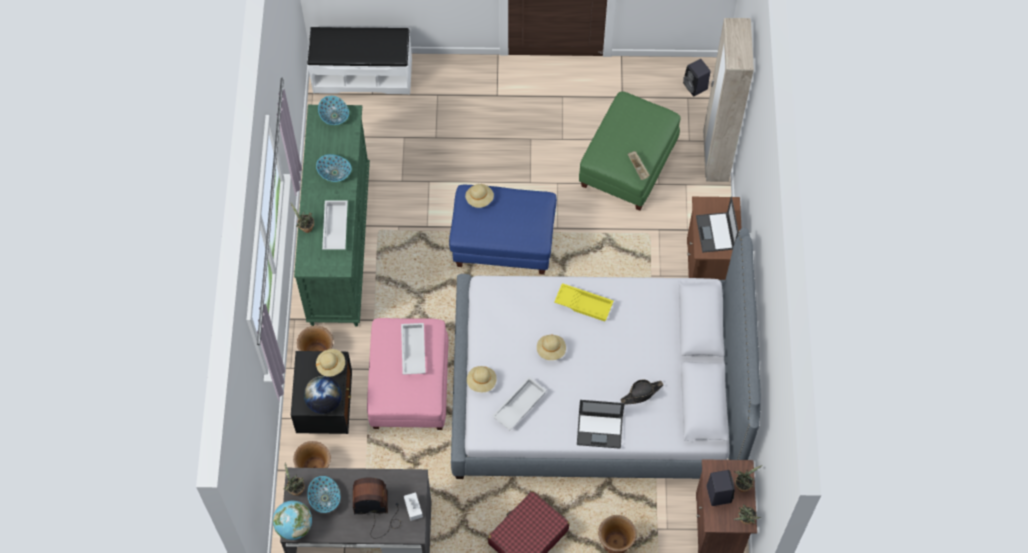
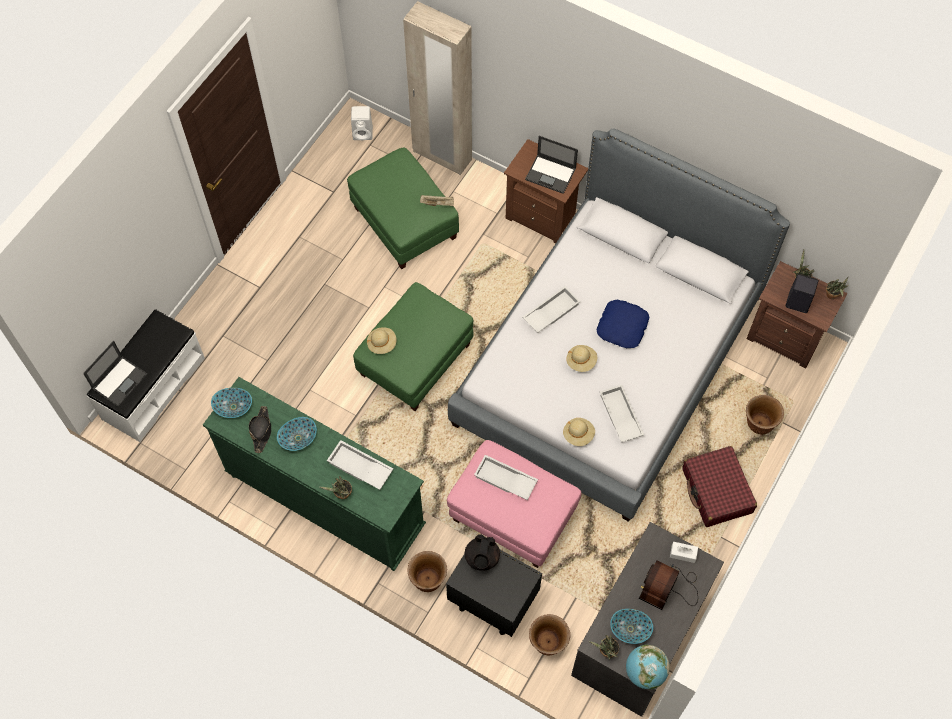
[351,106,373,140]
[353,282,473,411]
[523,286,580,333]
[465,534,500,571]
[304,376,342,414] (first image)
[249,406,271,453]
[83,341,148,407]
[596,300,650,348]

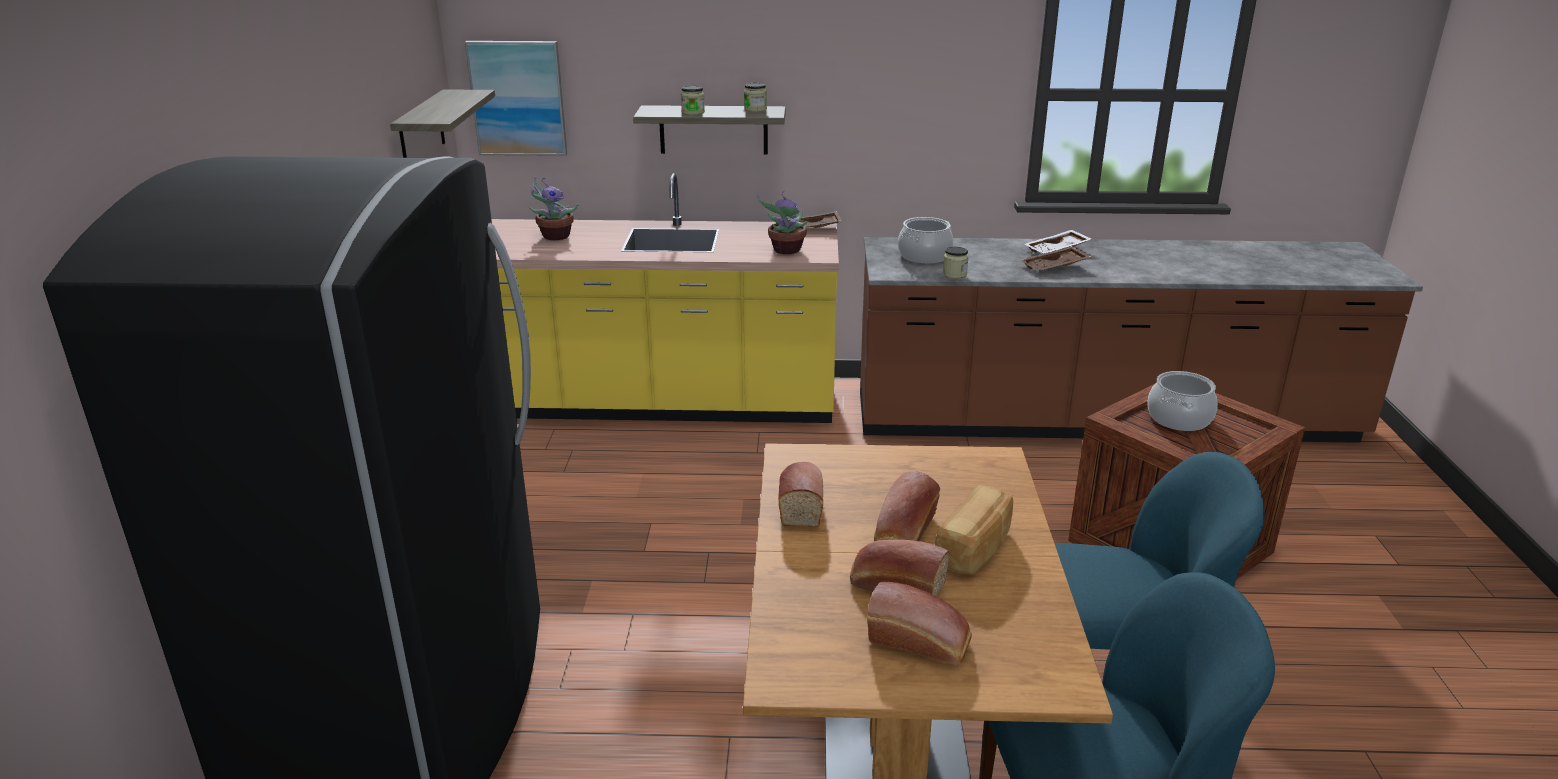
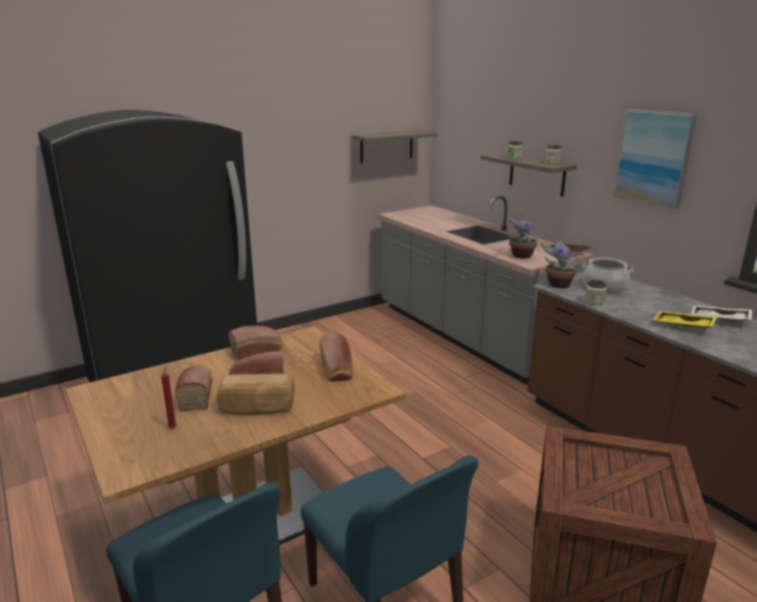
[614,109,697,209]
[377,196,593,386]
[541,236,580,288]
[653,311,718,328]
[1147,371,1218,431] (first image)
[319,333,353,382]
[161,365,177,429]

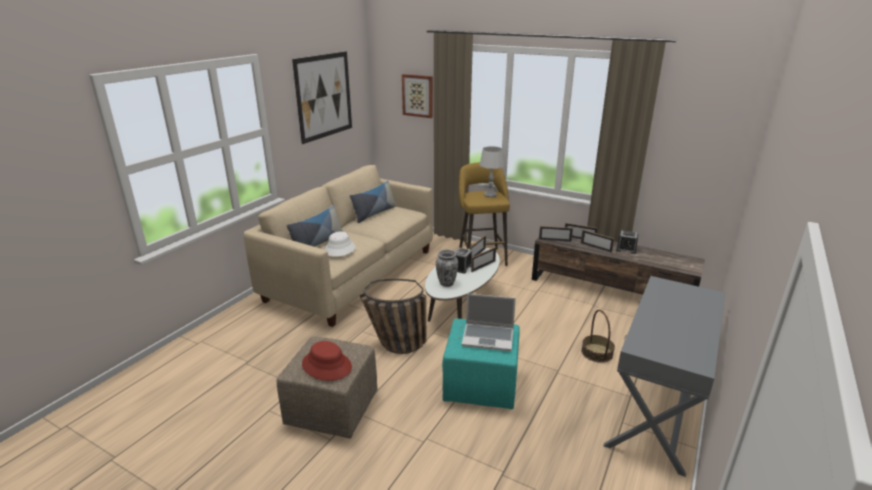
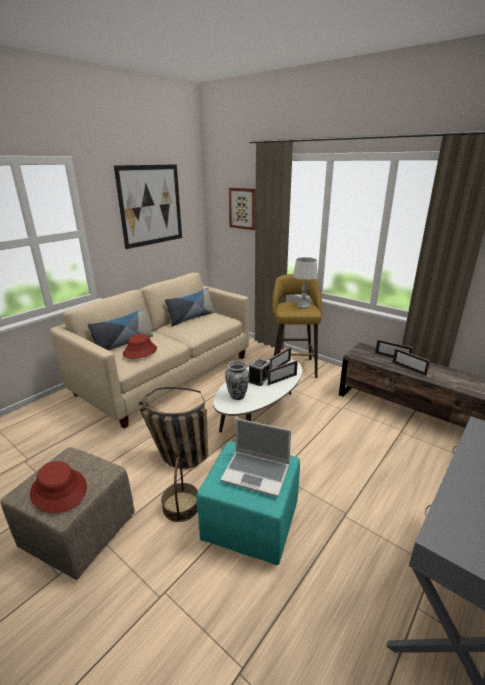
[539,226,573,242] (first image)
[123,334,157,359]
[616,231,638,254] (first image)
[161,457,198,522]

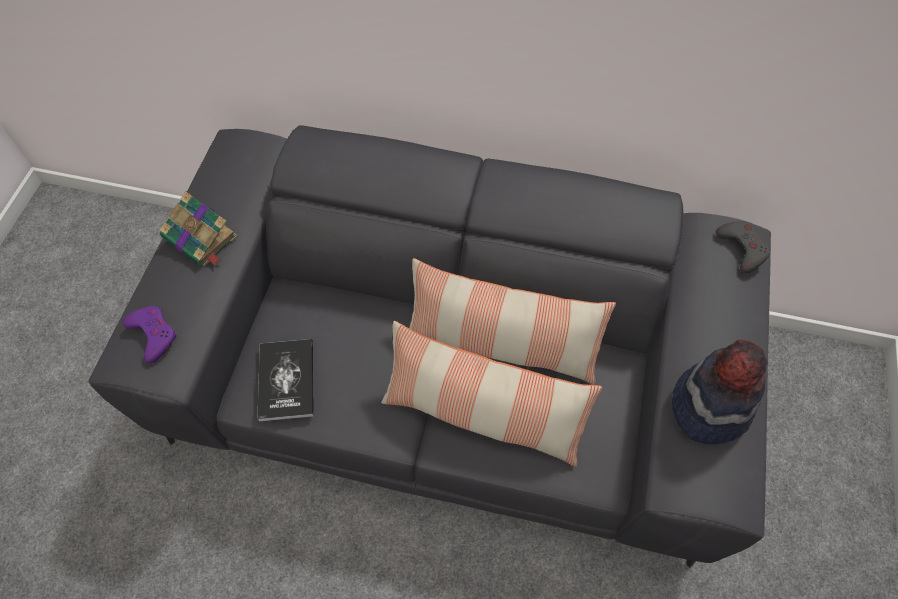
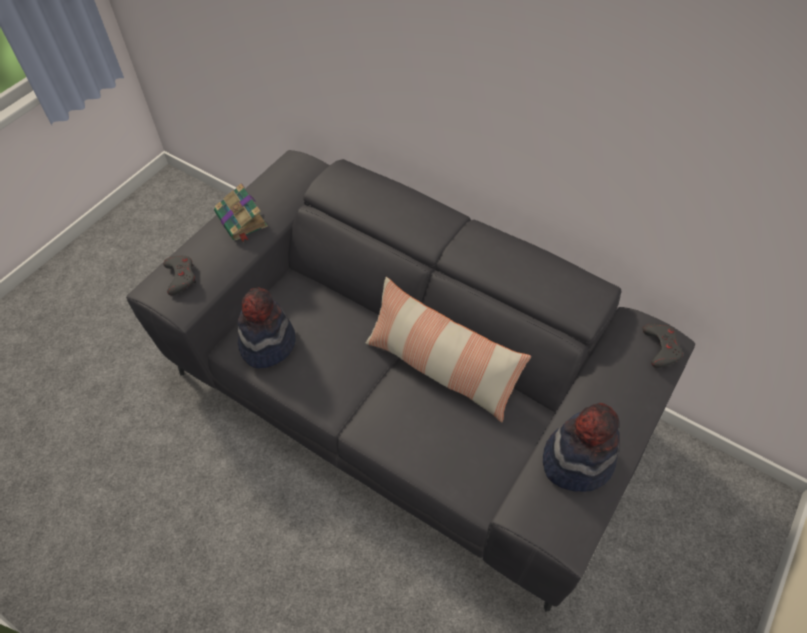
[163,256,196,296]
[381,321,602,467] (first image)
[238,288,296,368]

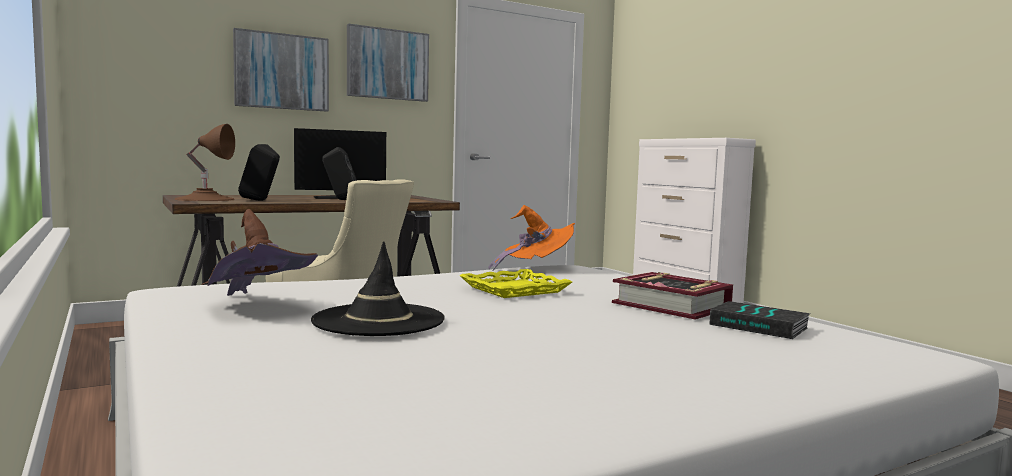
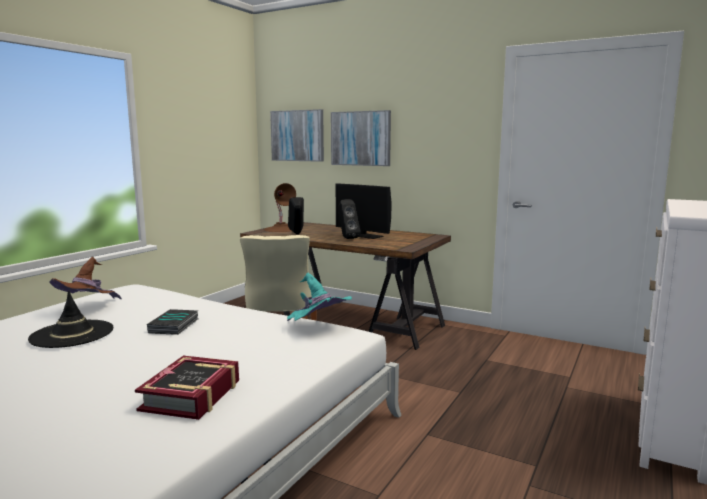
[270,109,324,162]
[287,273,352,321]
[459,269,572,298] (first image)
[147,309,198,335]

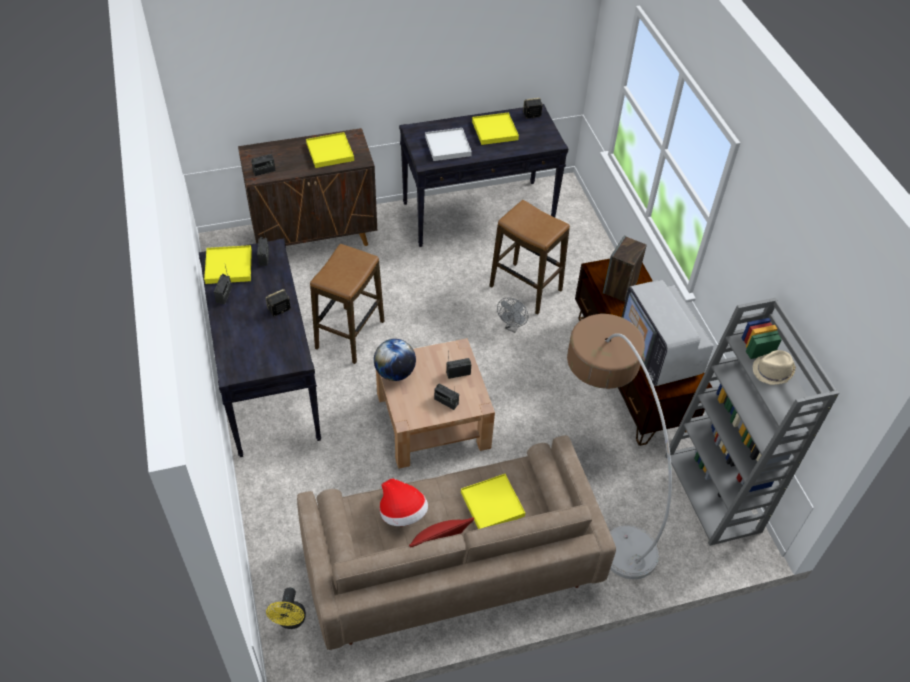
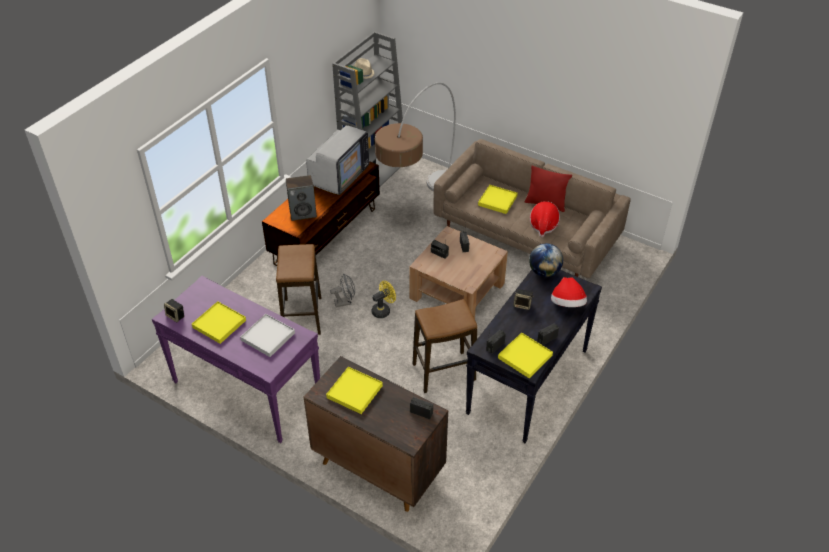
[152,276,320,443]
[529,243,563,277]
[371,281,396,318]
[551,277,587,307]

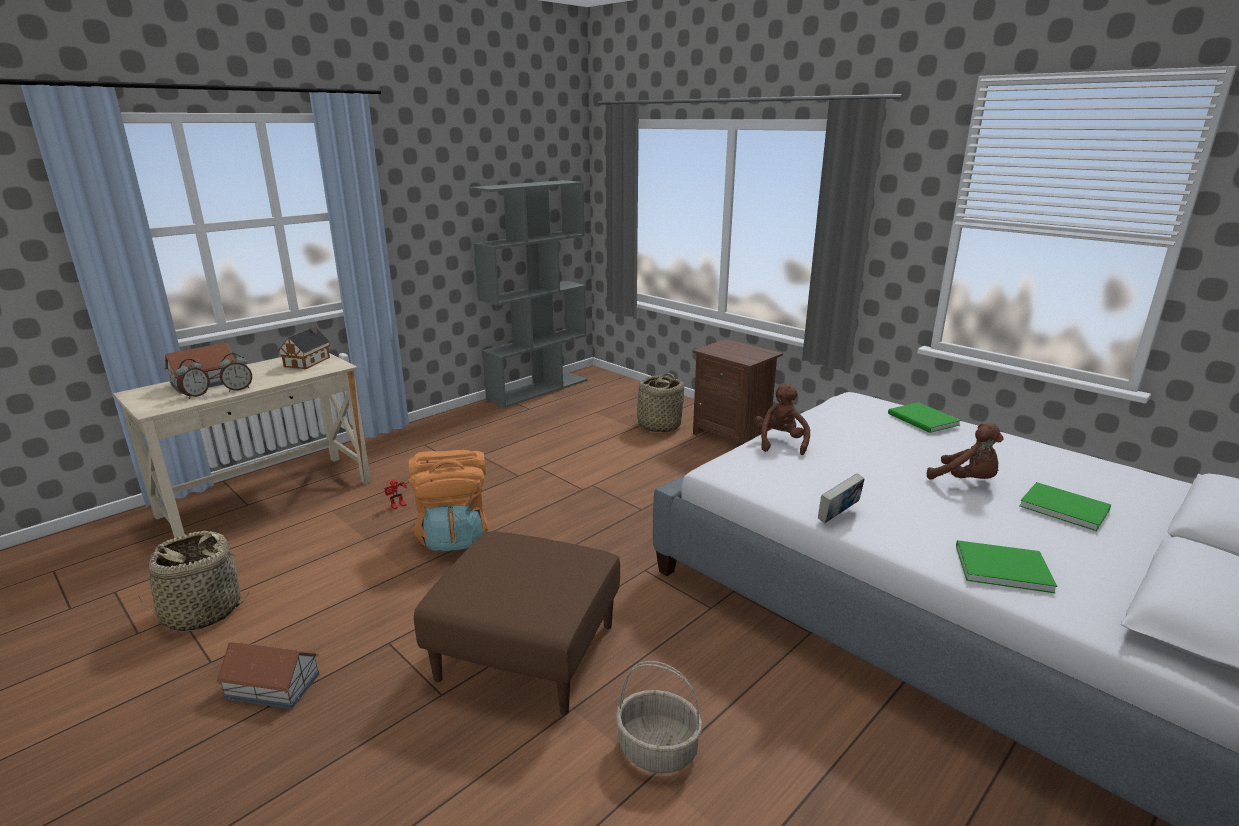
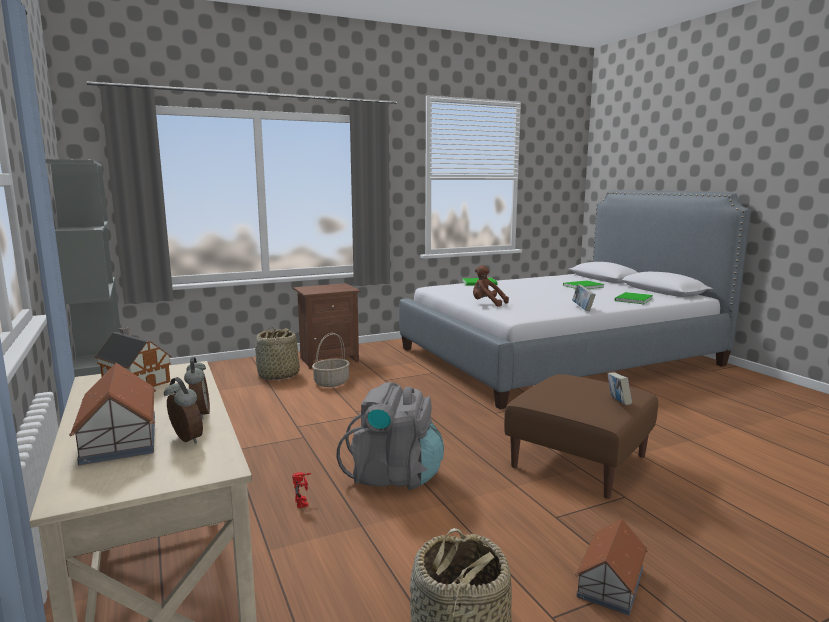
[927,423,1004,479] (first image)
[337,382,444,490]
[312,333,350,387]
[608,372,632,405]

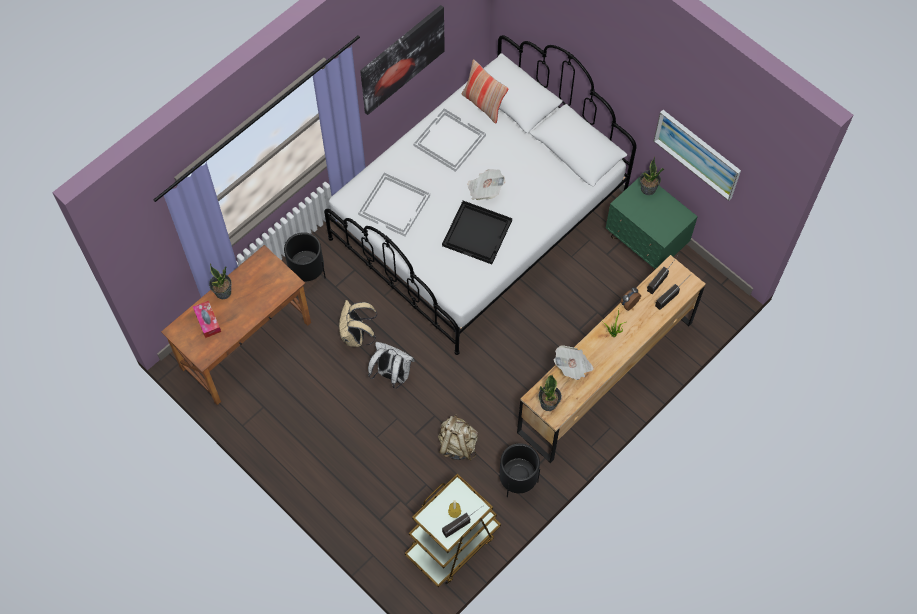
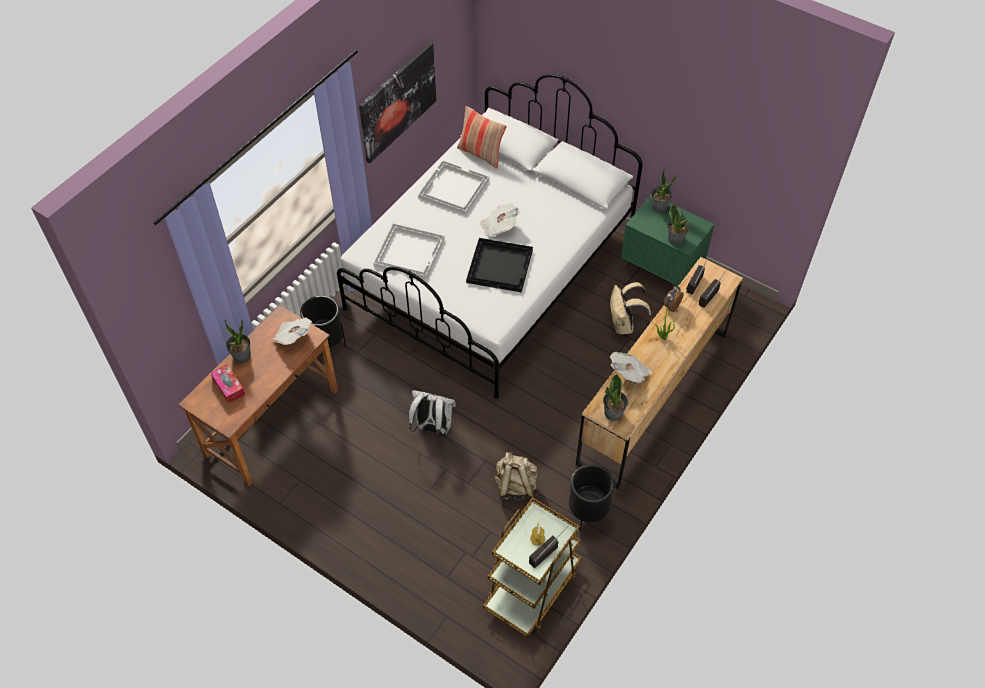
[654,110,741,201] (first image)
[610,282,652,334]
[668,203,690,245]
[273,318,312,345]

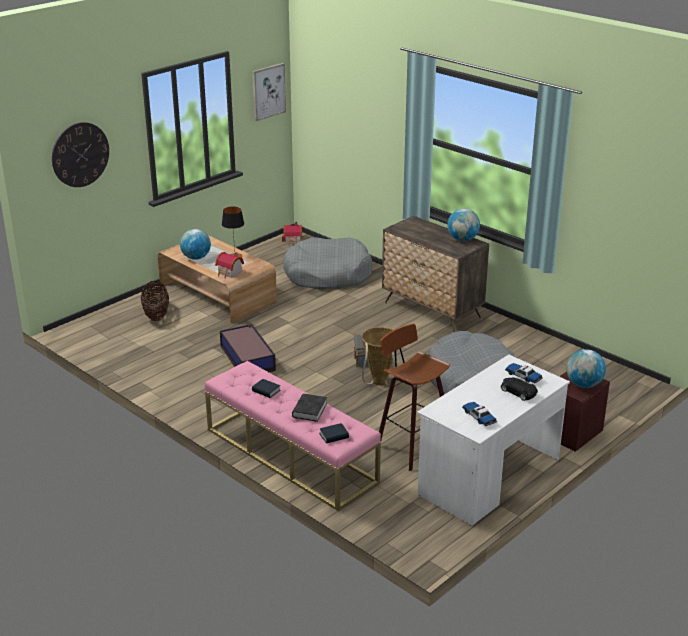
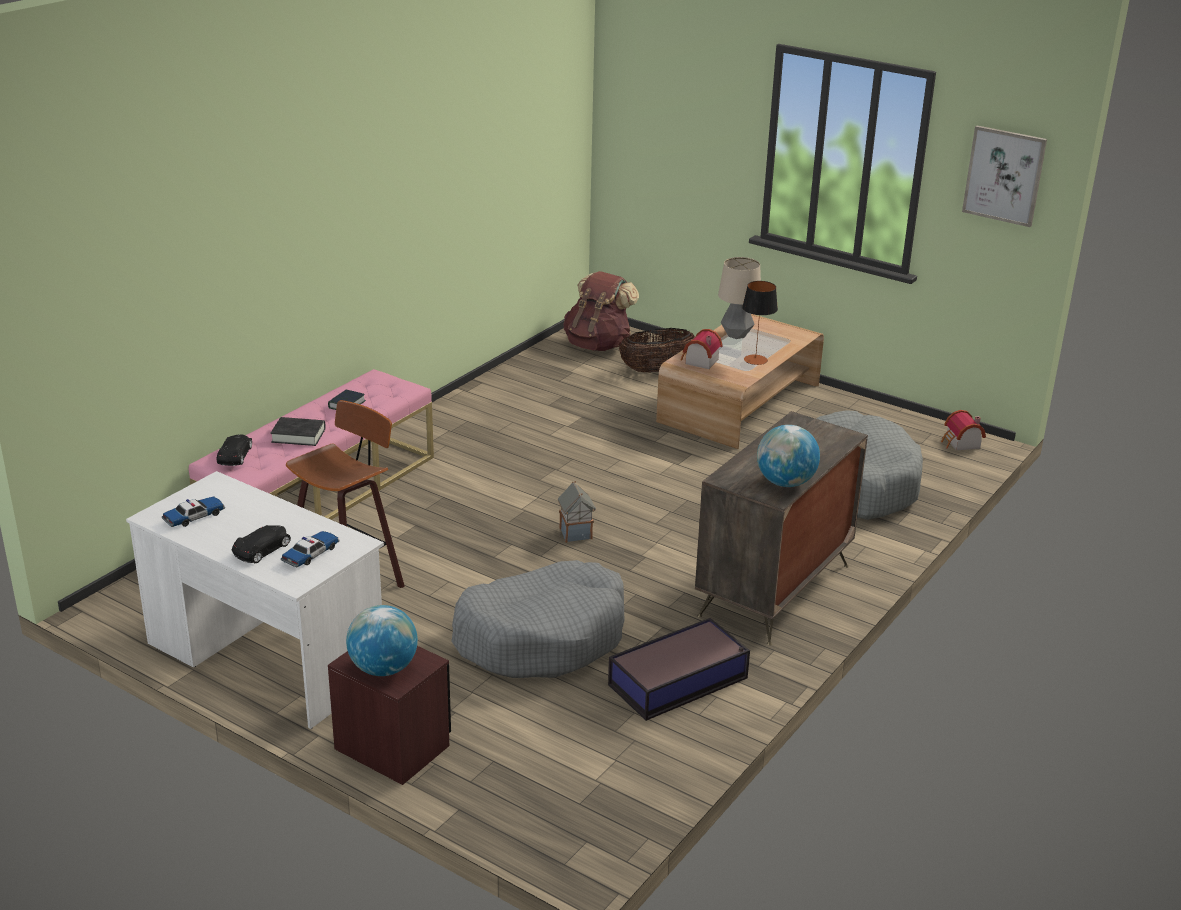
[52,122,109,187] (first image)
[718,257,761,339]
[608,618,750,721]
[362,327,397,385] (first image)
[217,434,252,466]
[563,271,639,351]

